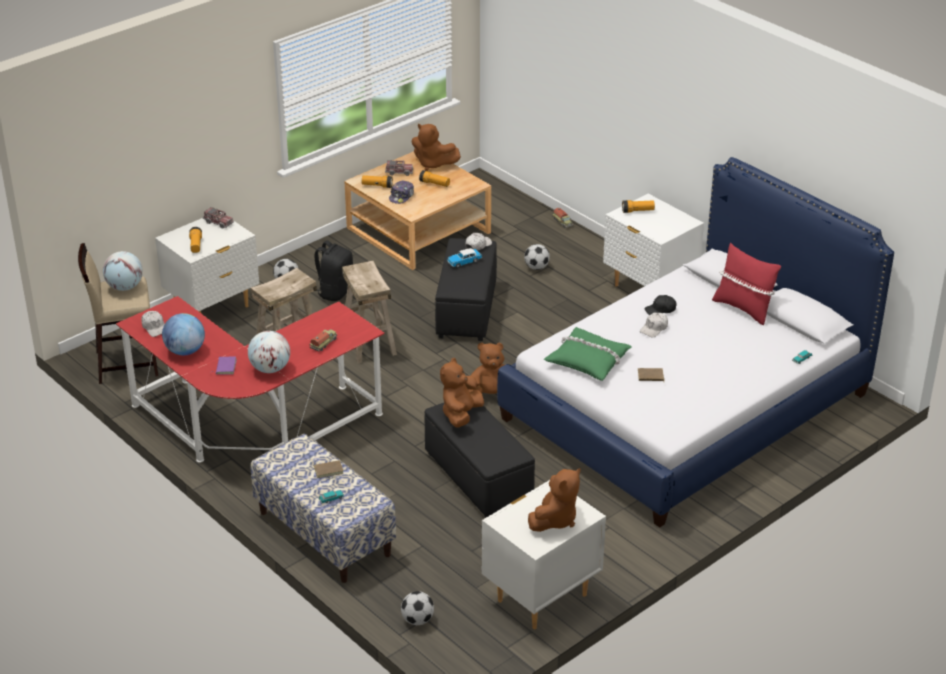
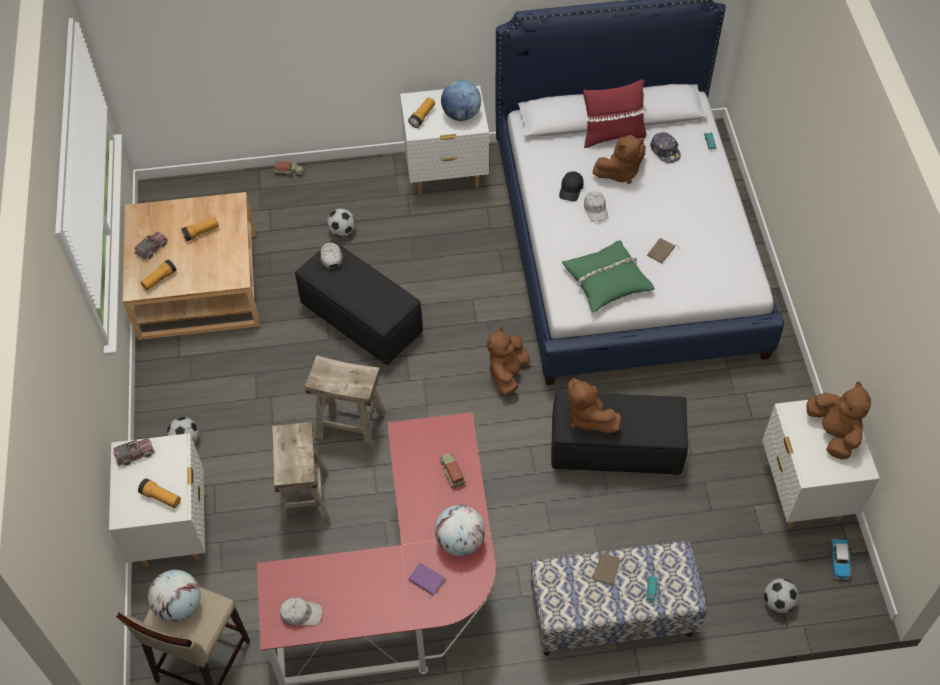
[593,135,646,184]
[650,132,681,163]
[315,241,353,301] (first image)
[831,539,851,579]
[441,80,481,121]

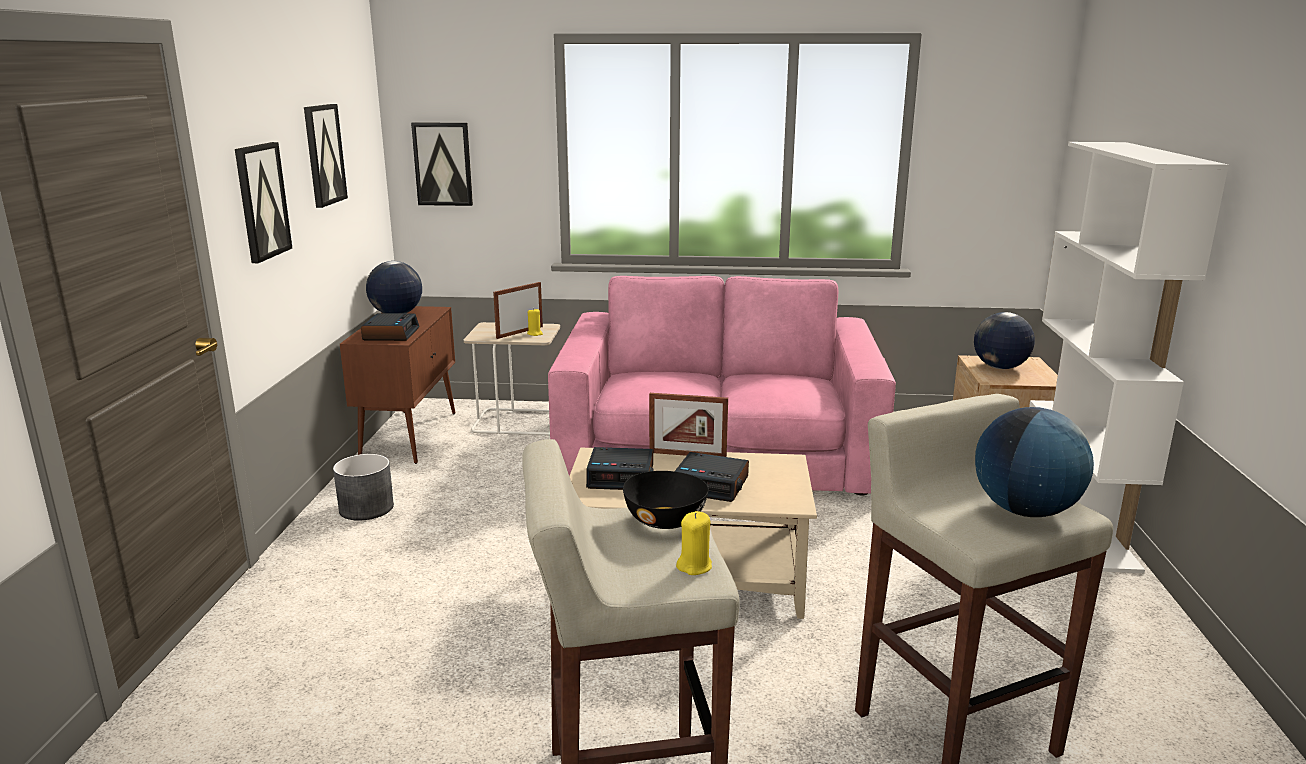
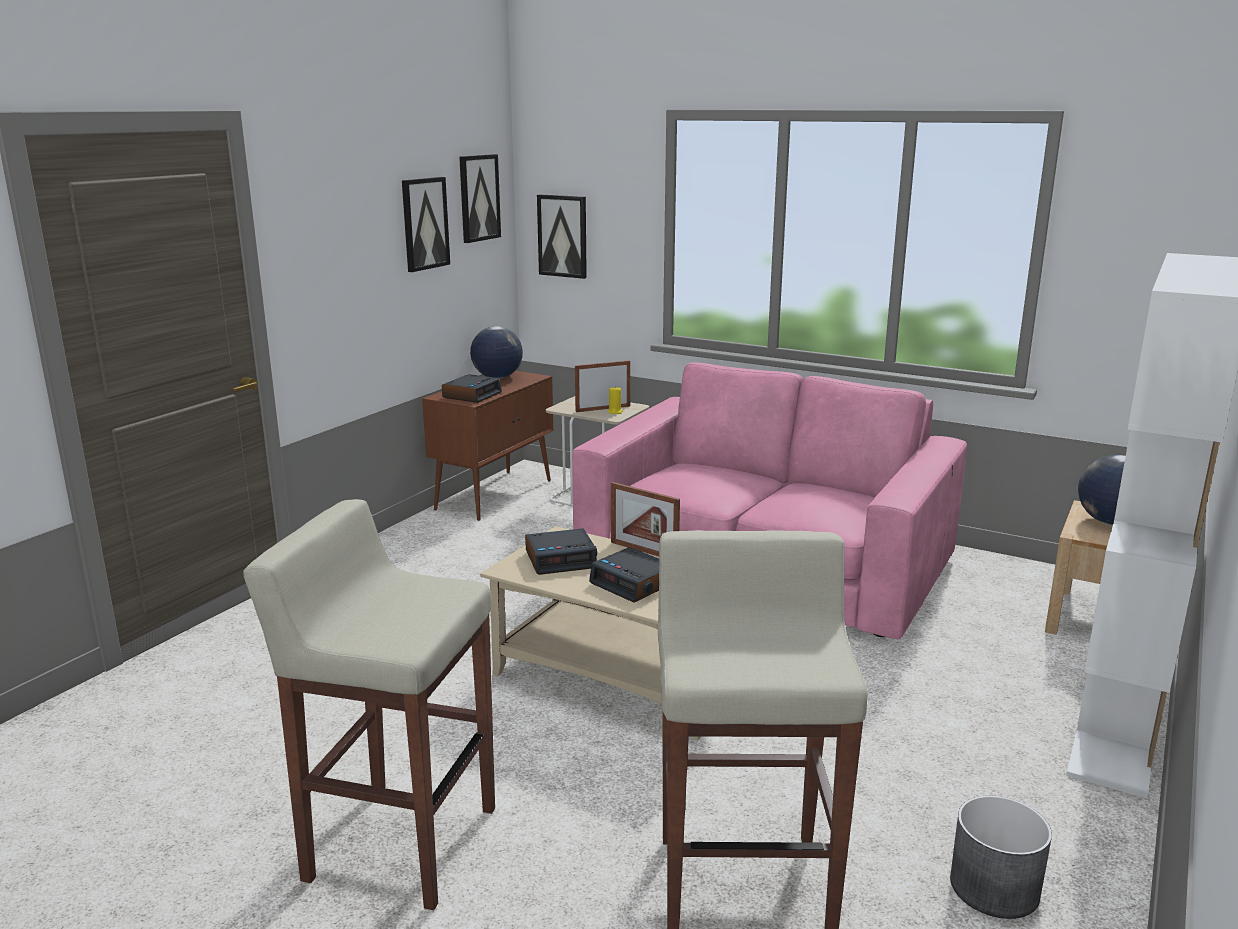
[459,154,501,243]
[975,407,1094,517] (first image)
[525,528,597,575]
[950,796,1052,919]
[623,471,709,529] (first image)
[676,511,712,575] (first image)

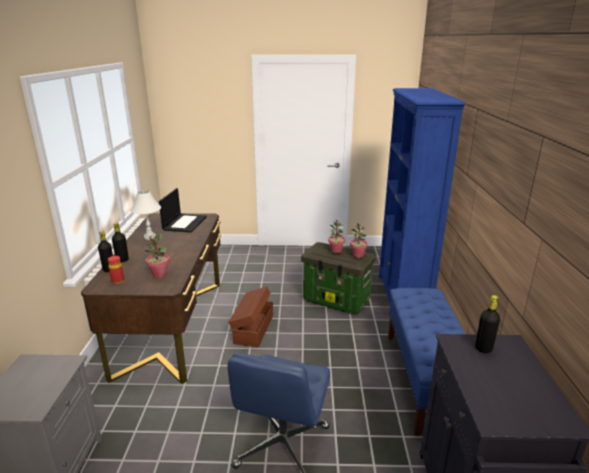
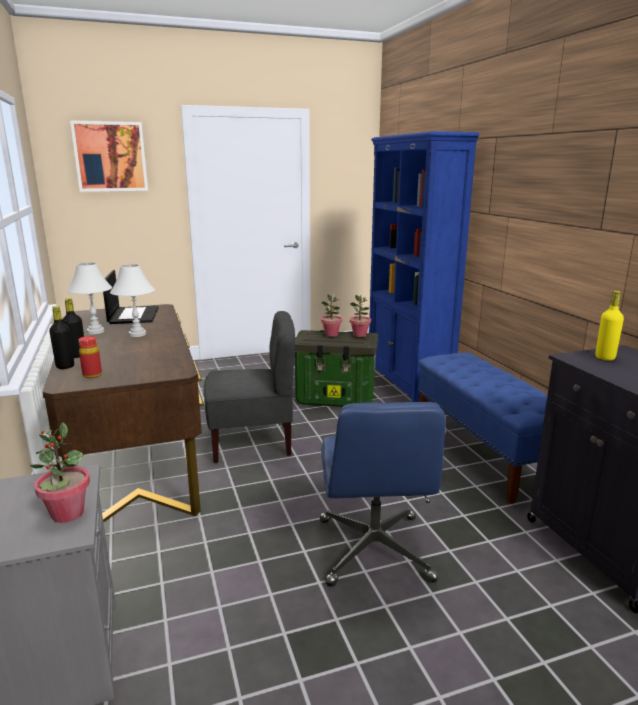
[30,423,90,523]
[203,311,295,463]
[595,291,624,360]
[70,121,148,192]
[110,264,155,337]

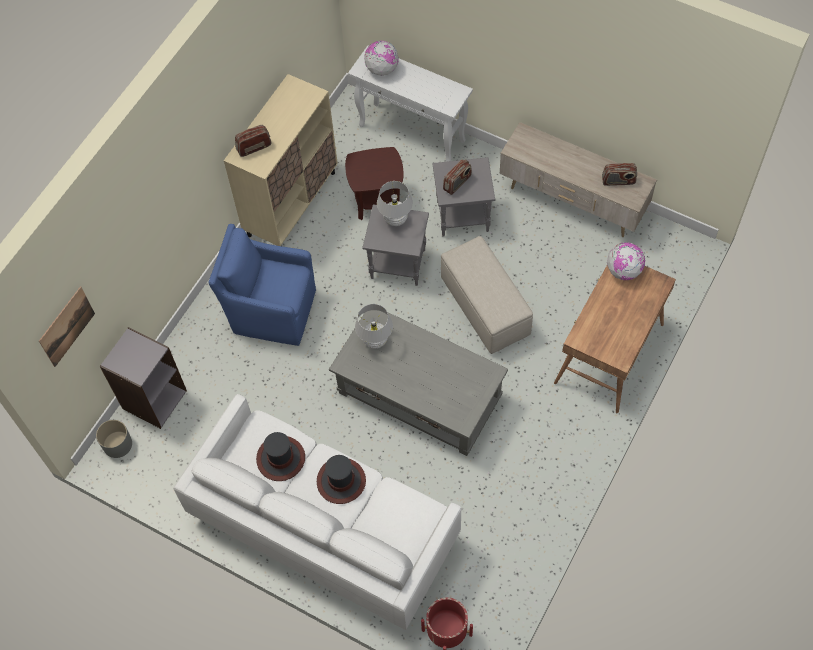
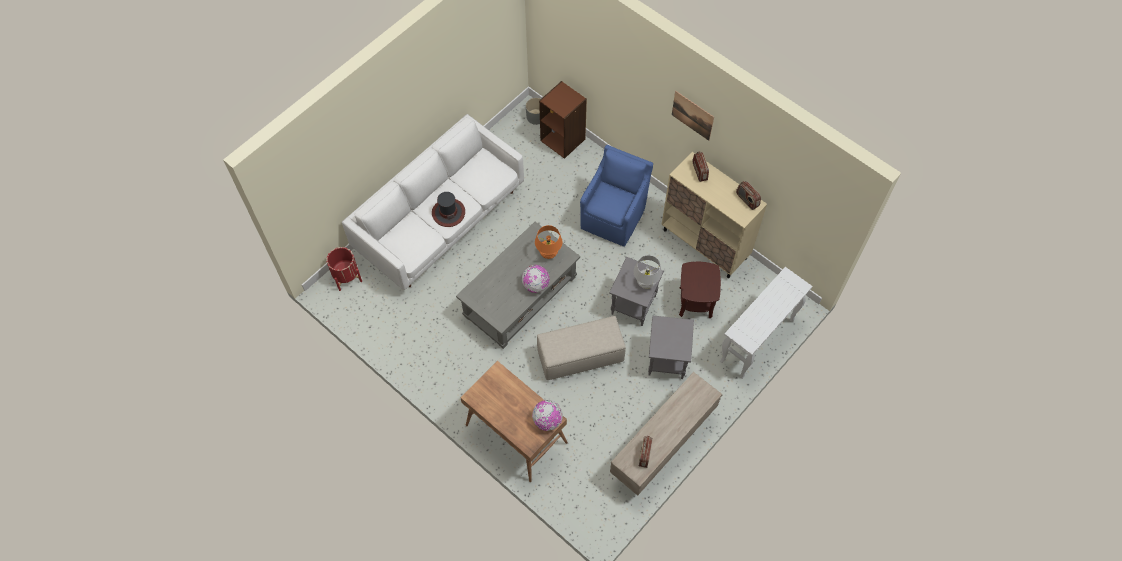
[522,265,549,293]
[736,181,761,210]
[672,91,714,141]
[535,225,562,259]
[539,81,587,159]
[256,432,305,481] (first image)

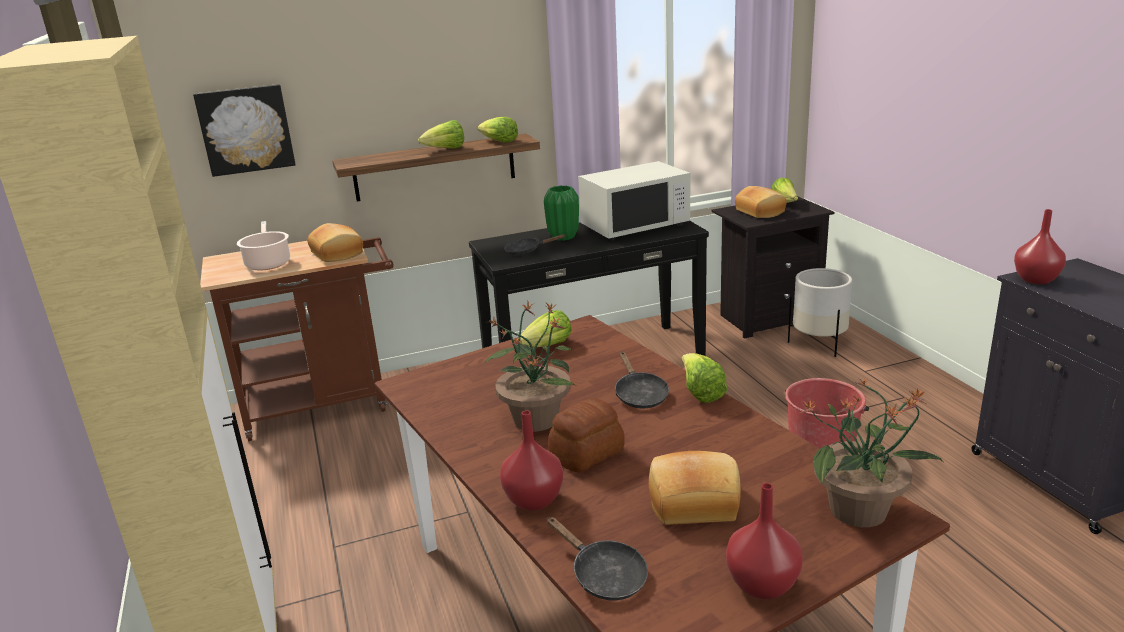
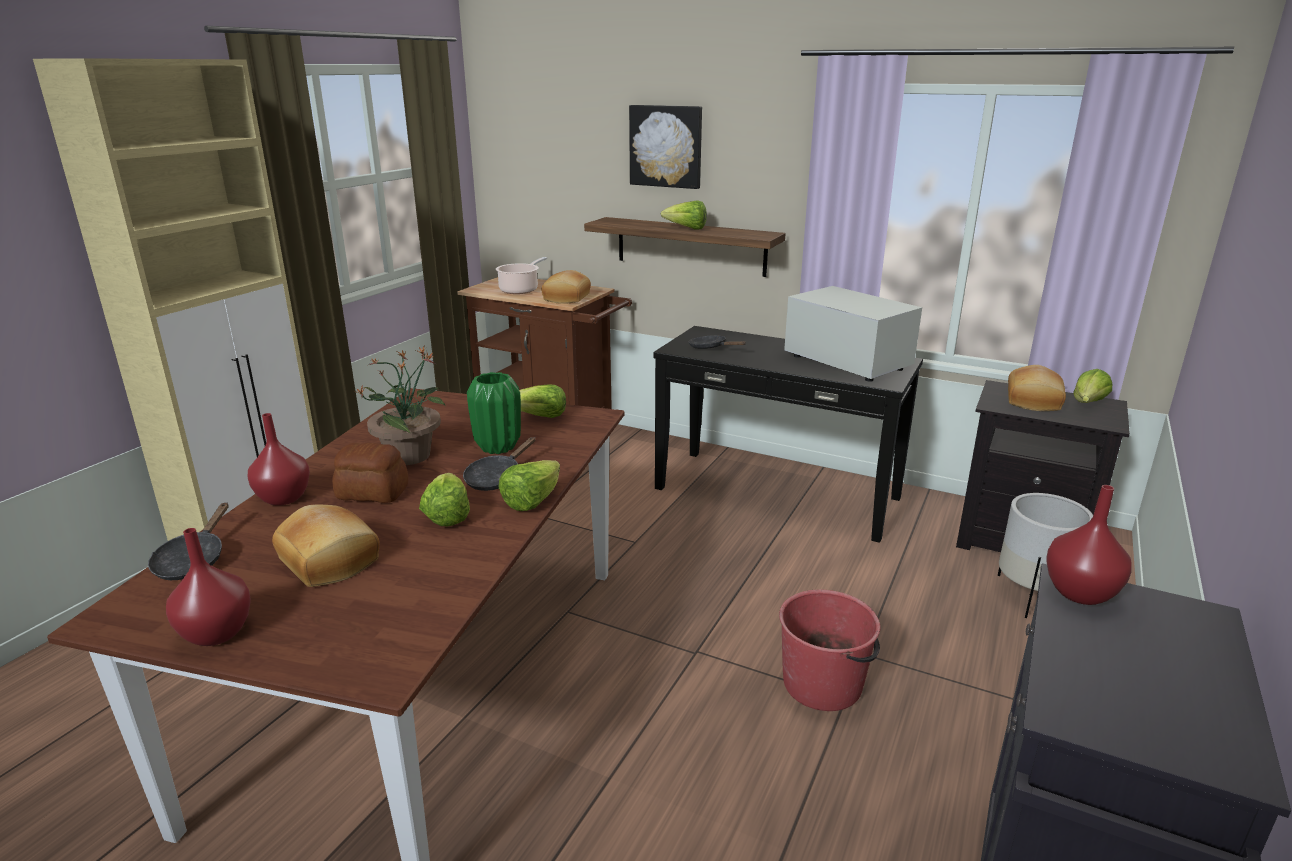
[629,105,702,189]
[419,473,470,527]
[784,286,922,382]
[467,372,521,454]
[800,379,943,527] (first image)

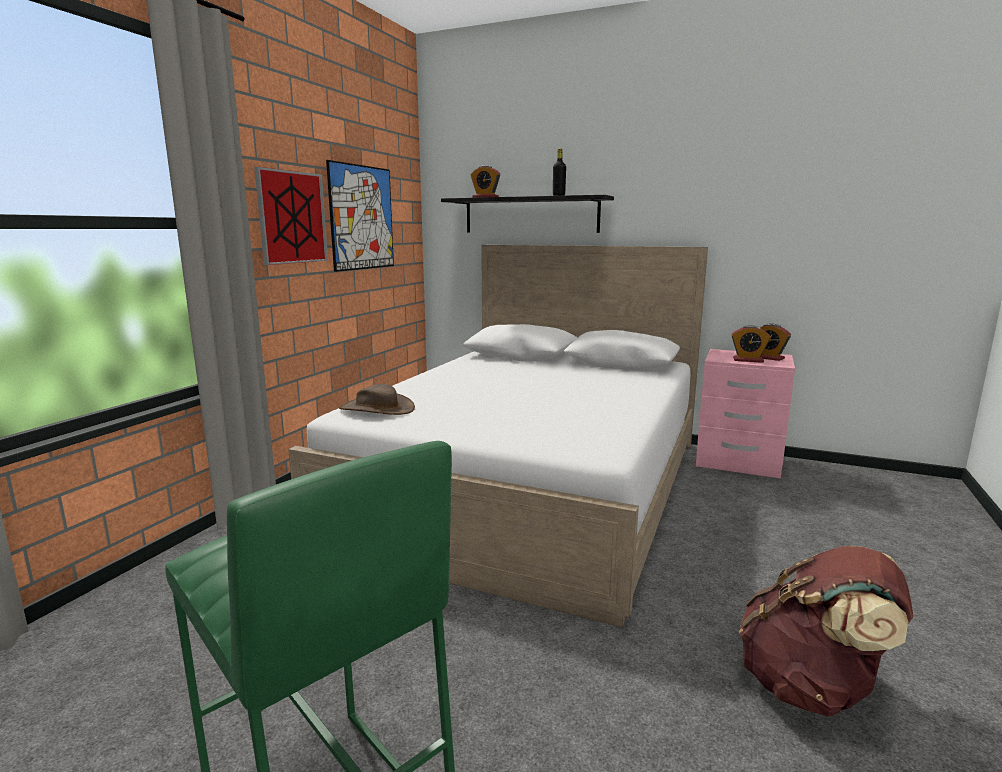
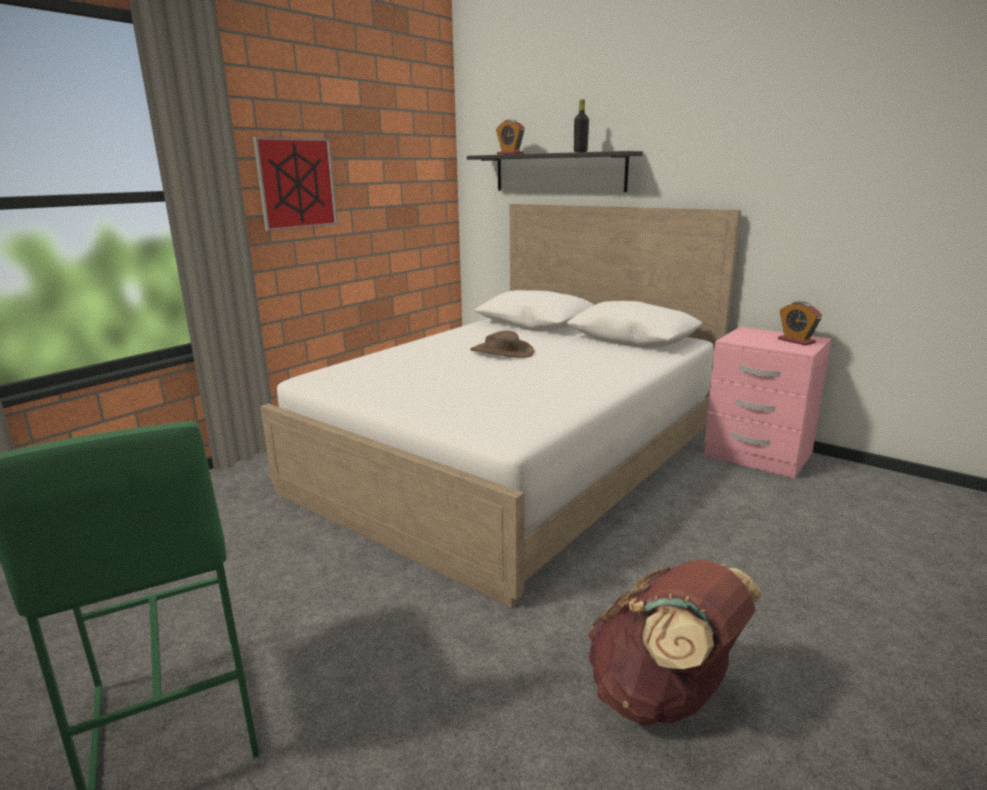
[326,160,394,272] (first image)
[731,325,771,363] (first image)
[470,331,534,358]

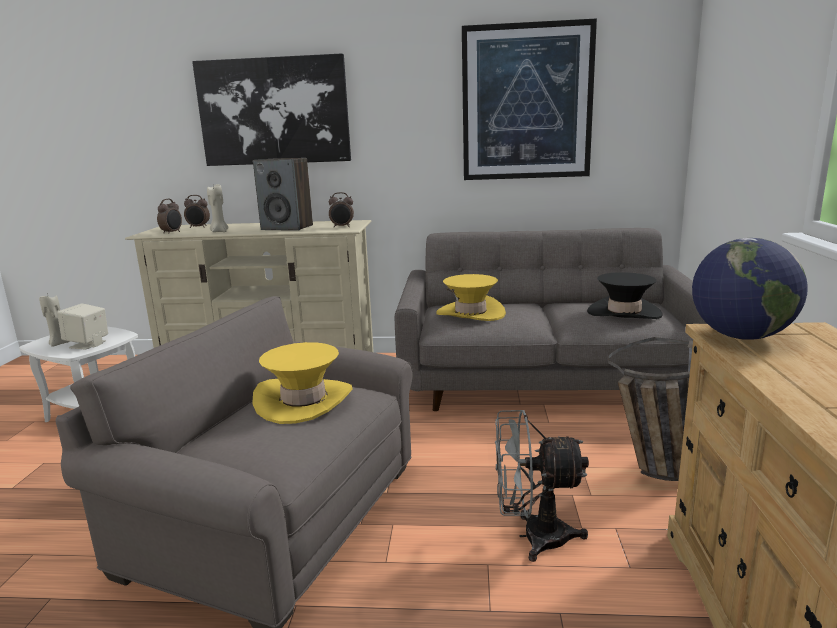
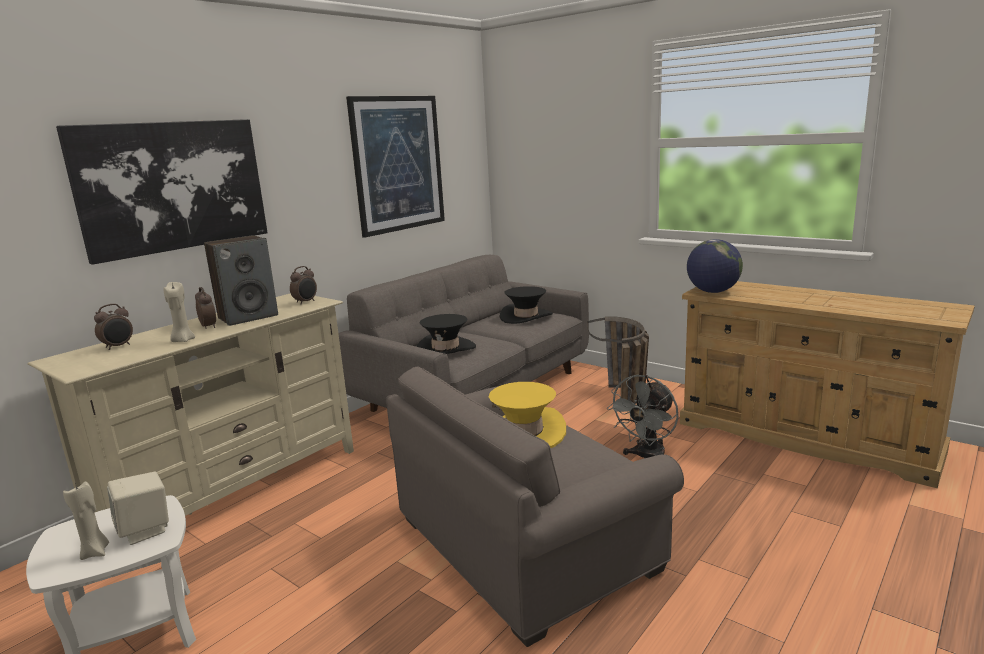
[195,287,216,329]
[416,314,476,354]

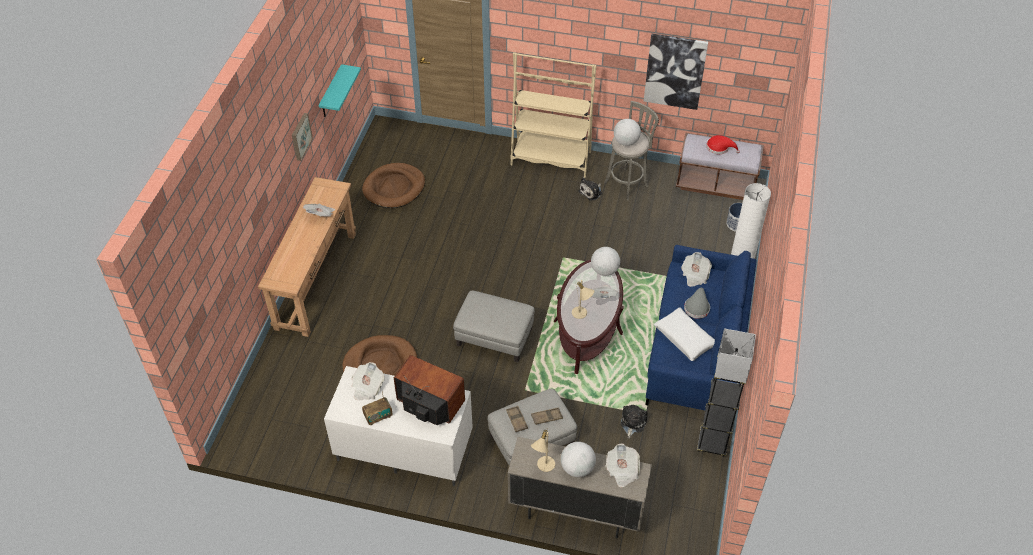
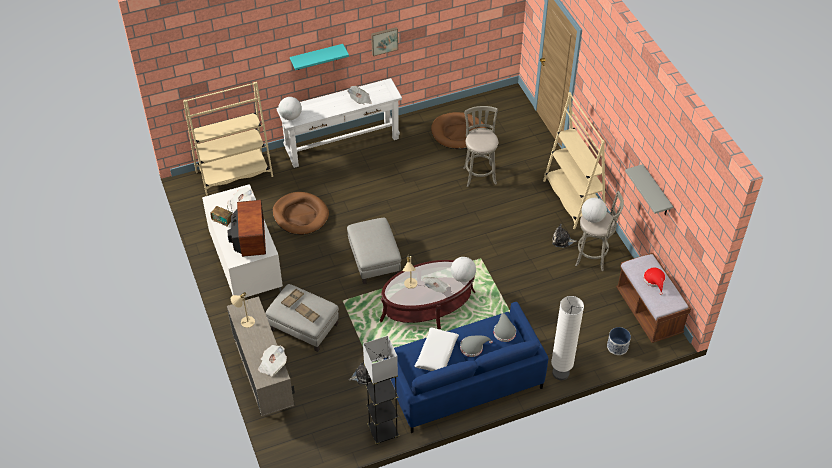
[625,164,673,215]
[290,44,349,70]
[276,78,402,168]
[494,313,516,342]
[278,97,302,120]
[183,82,273,195]
[463,106,498,187]

